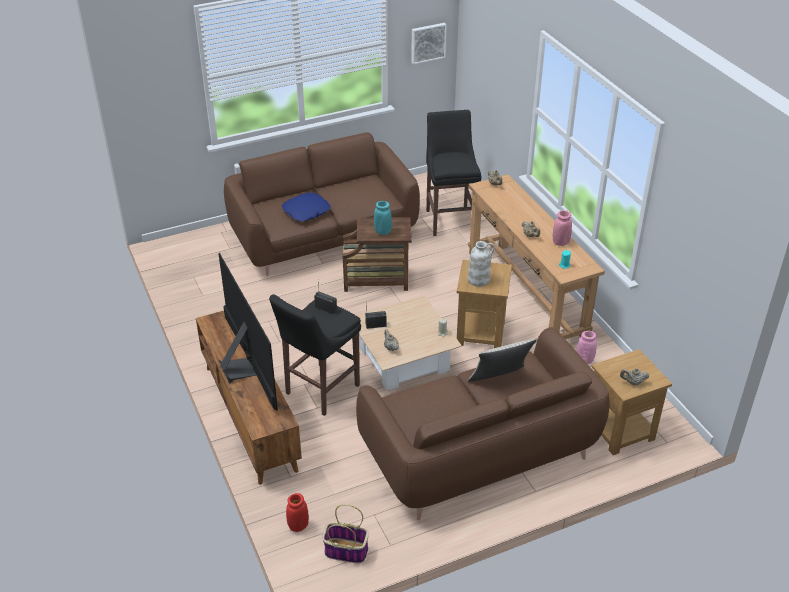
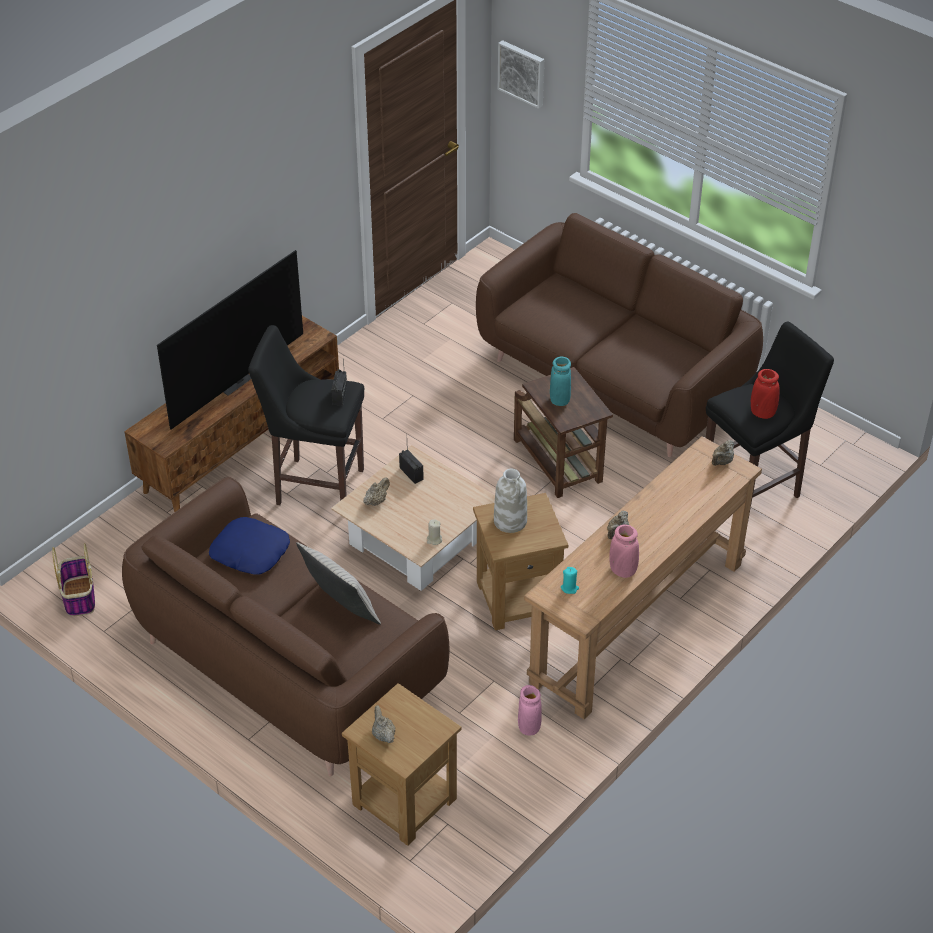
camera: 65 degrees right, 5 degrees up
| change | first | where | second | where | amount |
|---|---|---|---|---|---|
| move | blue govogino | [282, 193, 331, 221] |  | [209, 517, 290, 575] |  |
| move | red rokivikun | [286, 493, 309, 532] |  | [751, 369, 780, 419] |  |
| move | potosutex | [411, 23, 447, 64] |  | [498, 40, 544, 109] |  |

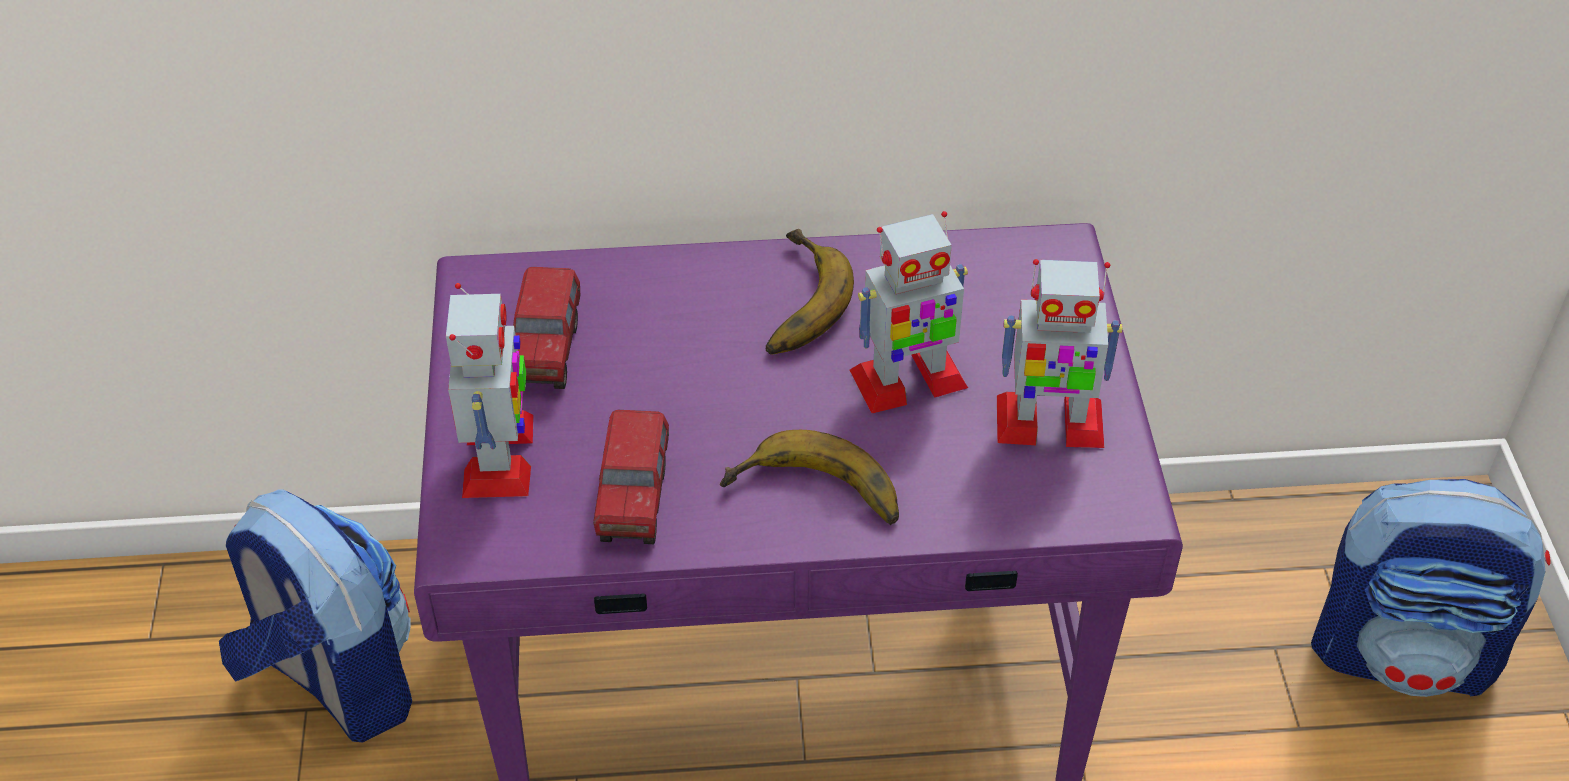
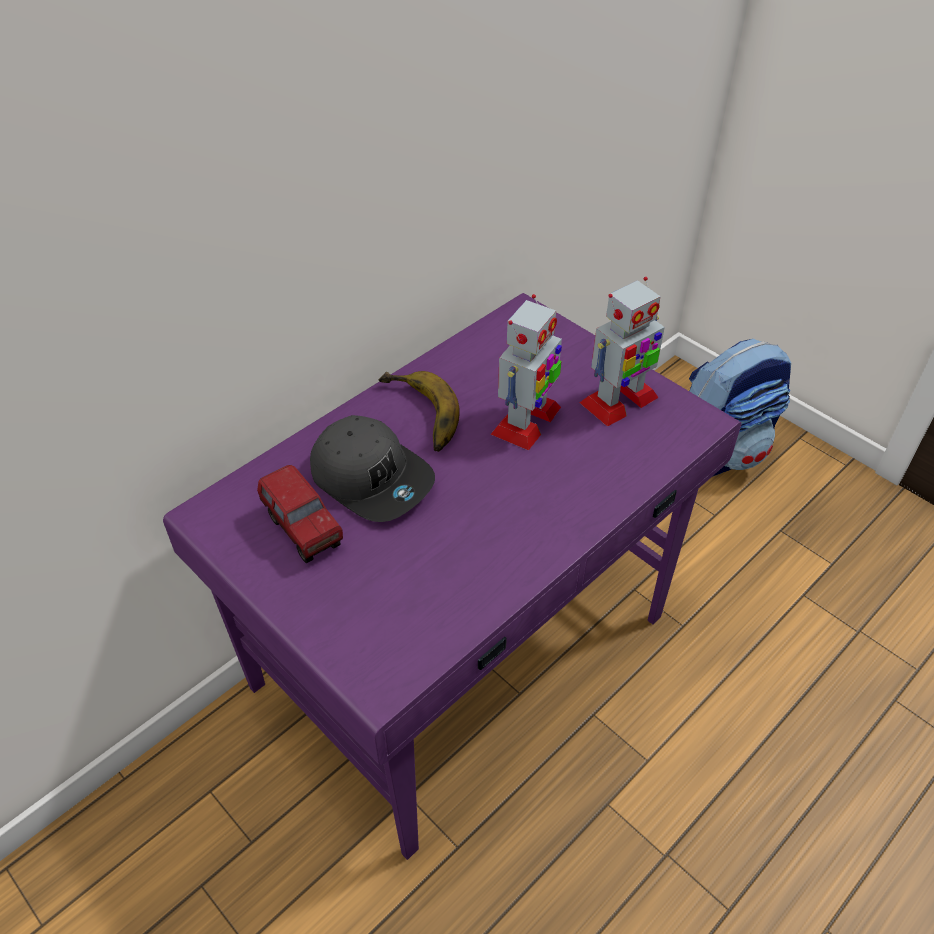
camera: 40 degrees left, 0 degrees up
| change | first | where | second | where | amount |
|---|---|---|---|---|---|
| delete | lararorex | [219, 489, 412, 742] |  |  |  |
| delete | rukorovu | [446, 283, 534, 498] |  |  |  |
| delete | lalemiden | [593, 410, 669, 544] |  |  |  |
| delete | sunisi | [720, 430, 899, 525] |  |  |  |
| insert |  |  | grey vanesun | [310, 415, 435, 522] |  |

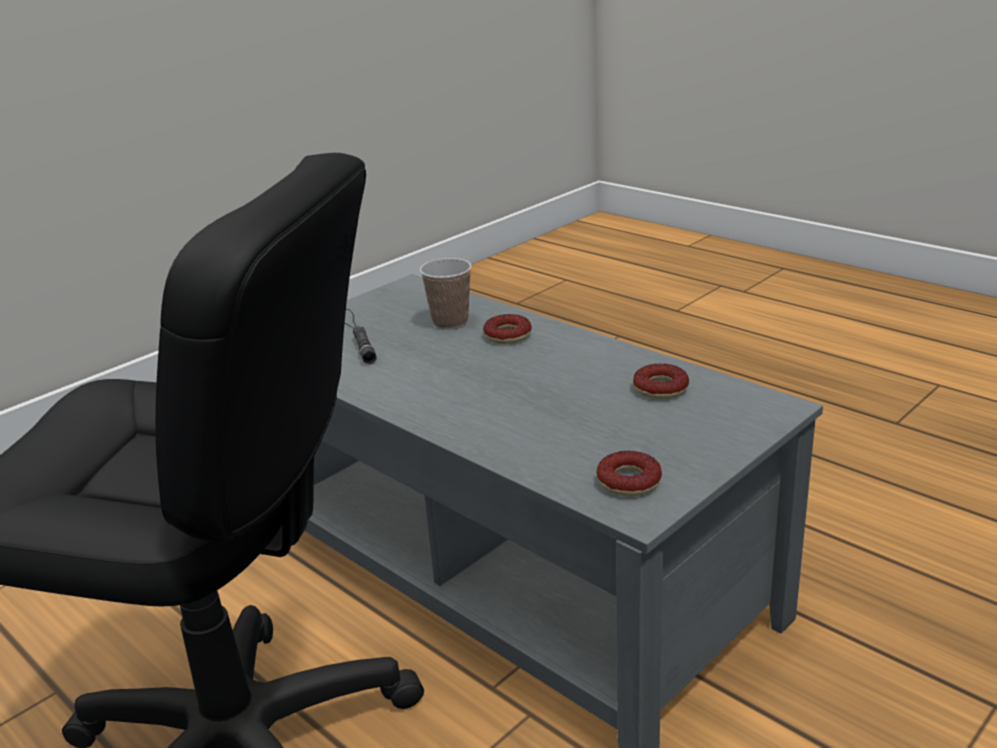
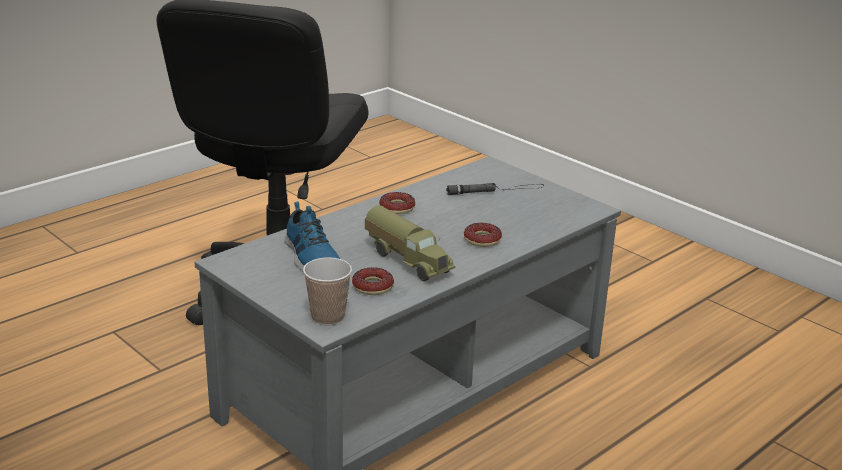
camera: 90 degrees right, 0 degrees up
| change | first | where | second | where | amount |
|---|---|---|---|---|---|
| move | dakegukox | [420, 258, 472, 330] |  | [303, 257, 352, 325] |  |
| move | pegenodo | [596, 451, 662, 496] |  | [379, 192, 415, 214] |  |
| insert |  |  | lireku | [284, 201, 340, 271] |  |
| insert |  |  | lalemiden | [365, 205, 456, 281] |  |

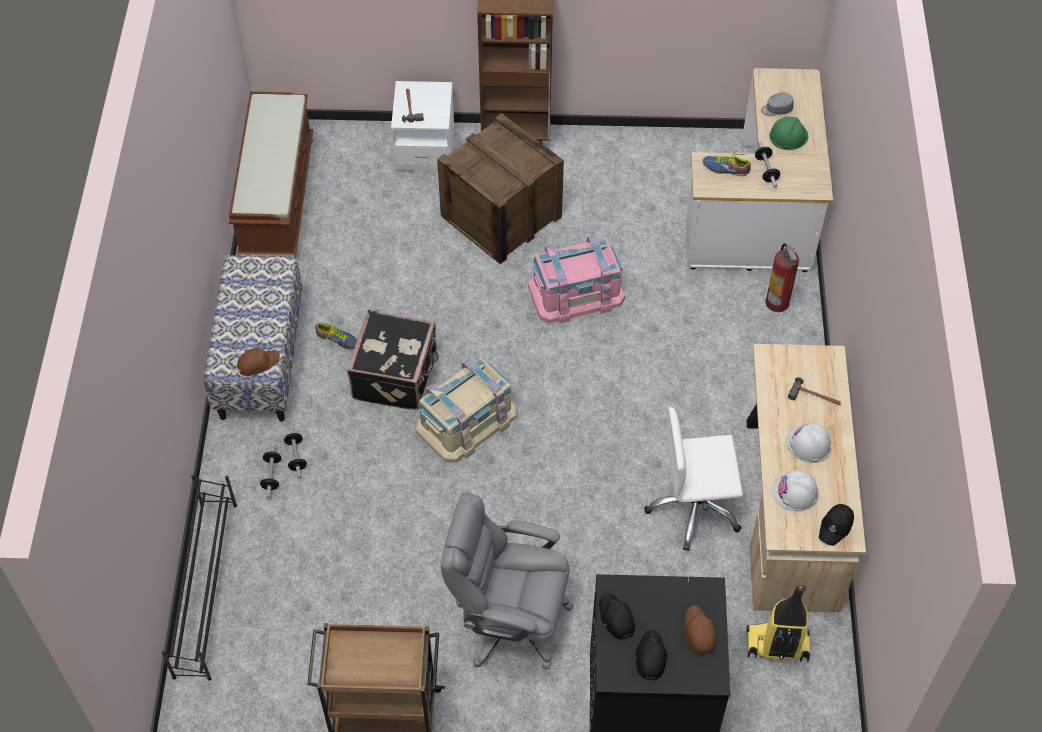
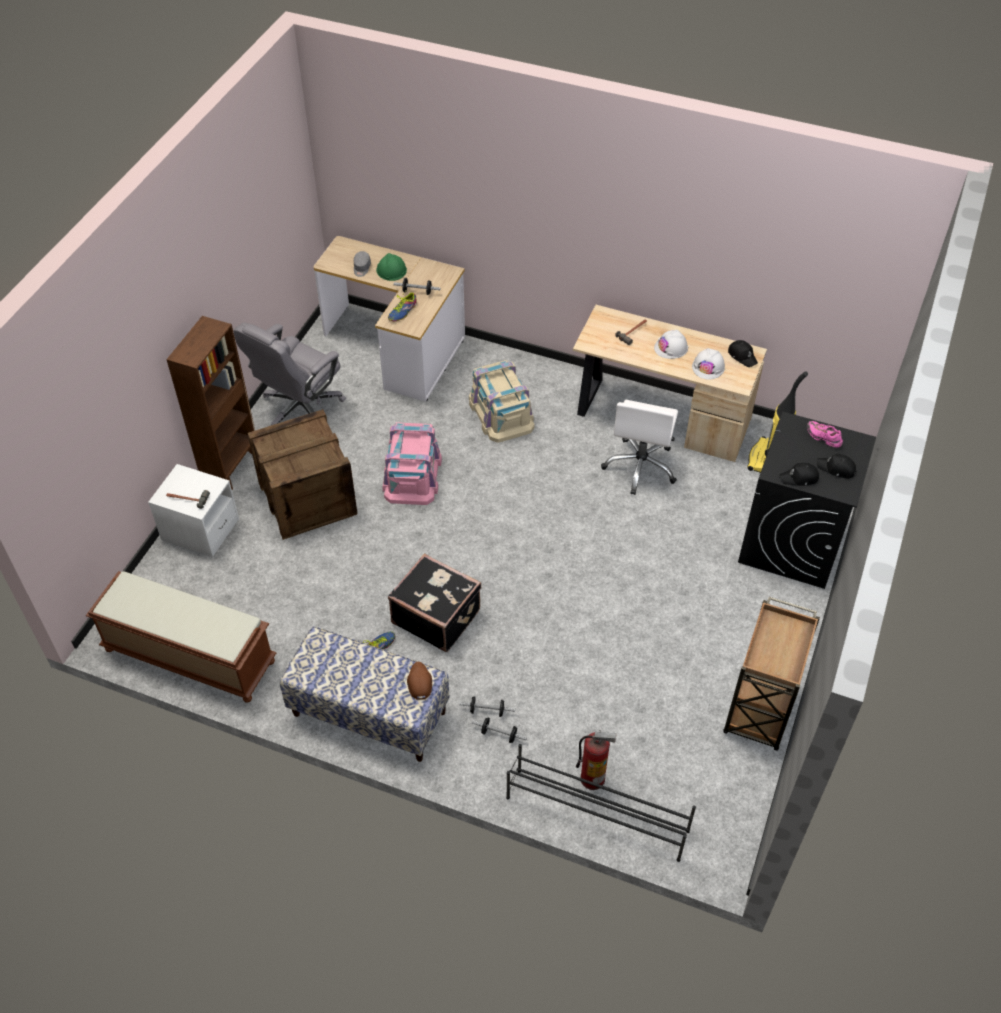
camera: 70 degrees left, 5 degrees down
| change | first | where | second | where | amount |
|---|---|---|---|---|---|
| move | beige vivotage | [416, 357, 516, 463] |  | [469, 360, 535, 443] |  |
| move | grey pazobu | [441, 492, 574, 669] |  | [233, 322, 346, 426] |  |
| replace | brown vanesun | [684, 605, 716, 655] | pink lireku | [807, 421, 843, 448] |  |
| move | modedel | [765, 243, 799, 312] |  | [576, 730, 616, 790] |  |

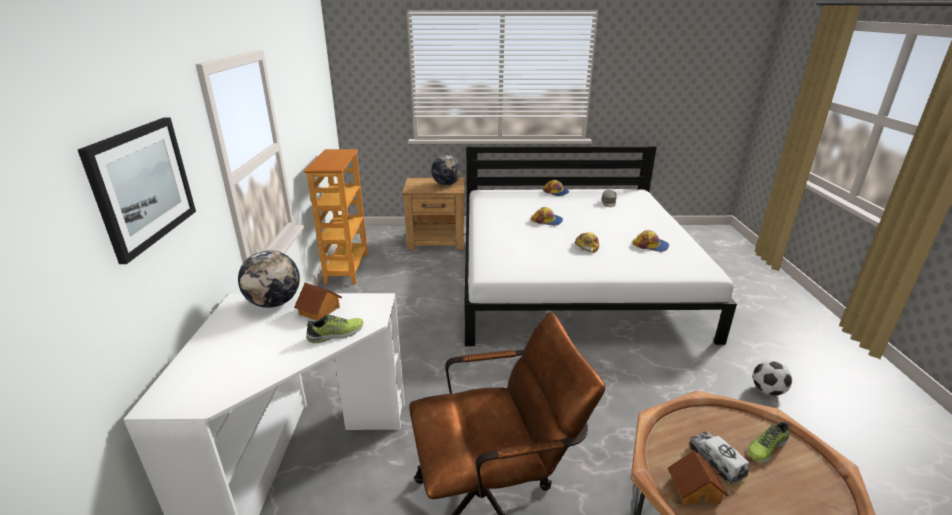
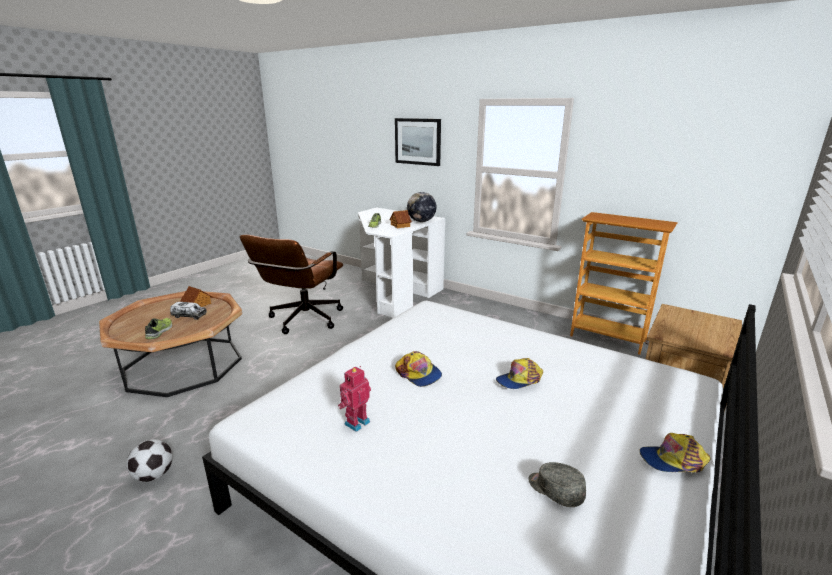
camera: 125 degrees right, 5 degrees down
| change | first | where | second | where | amount |
|---|---|---|---|---|---|
| delete | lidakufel | [431, 155, 461, 186] |  |  |  |
| replace | vanesun | [633, 230, 669, 252] | rukorovu | [338, 366, 371, 432] |  |

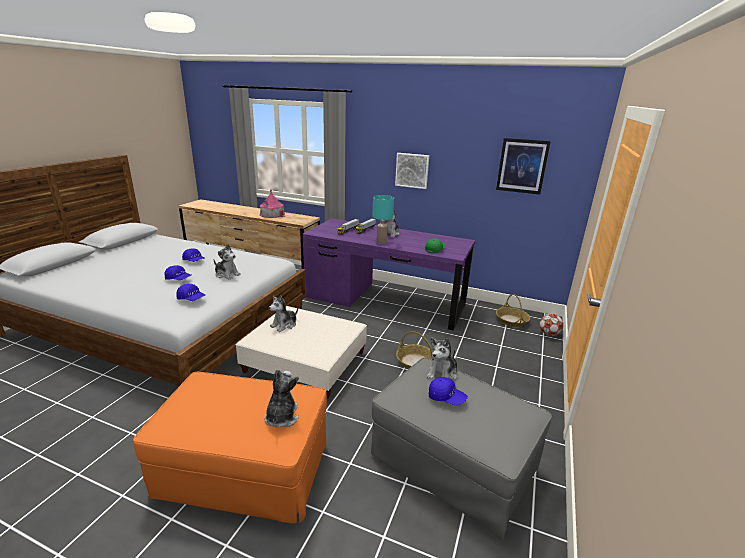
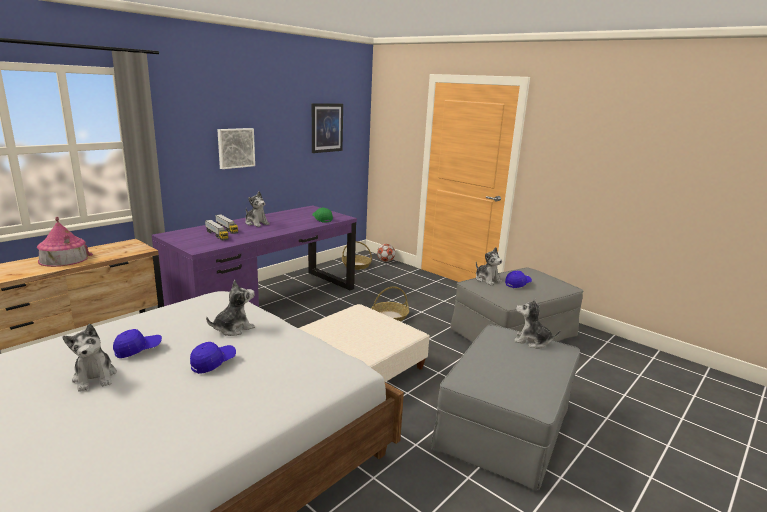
camera: 70 degrees left, 5 degrees down
| change | first | where | second | where | amount |
|---|---|---|---|---|---|
| recolor | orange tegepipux | [133, 372, 327, 524] | grey tegepipux | [431, 325, 580, 491] |  |
| delete | blue vanesun | [176, 284, 205, 301] |  |  |  |
| move | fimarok | [269, 296, 298, 332] |  | [62, 324, 117, 392] |  |
| delete | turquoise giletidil | [372, 195, 394, 244] |  |  |  |

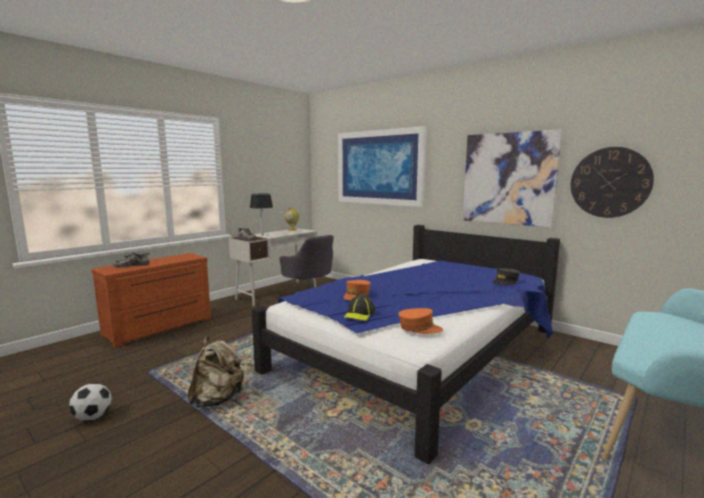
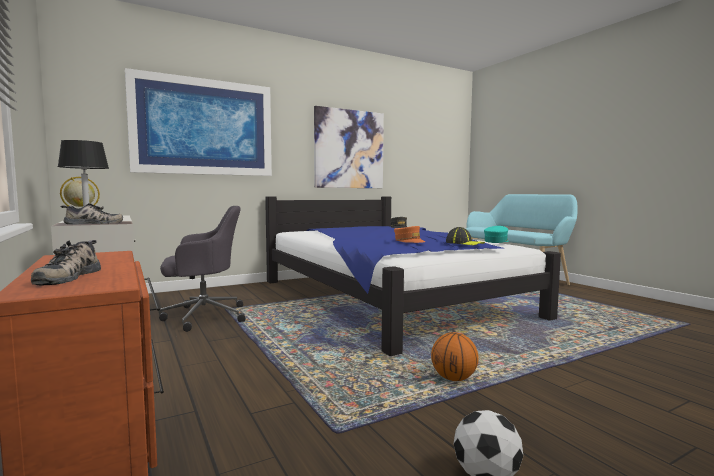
camera: 70 degrees left, 5 degrees down
| change | first | where | second | where | amount |
|---|---|---|---|---|---|
| replace | beige lararorex | [188, 336, 244, 408] | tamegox | [431, 332, 479, 381] |  |
| recolor | orange vanesun | [398, 308, 443, 334] | turquoise vanesun | [484, 226, 509, 243] |  |
| delete | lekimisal | [571, 147, 654, 218] |  |  |  |

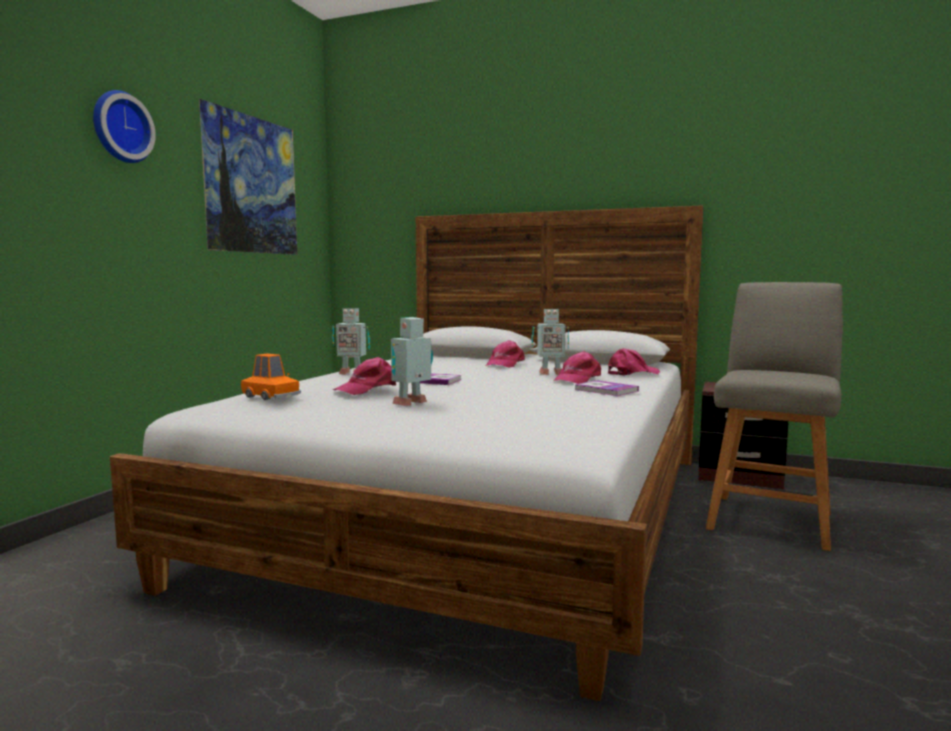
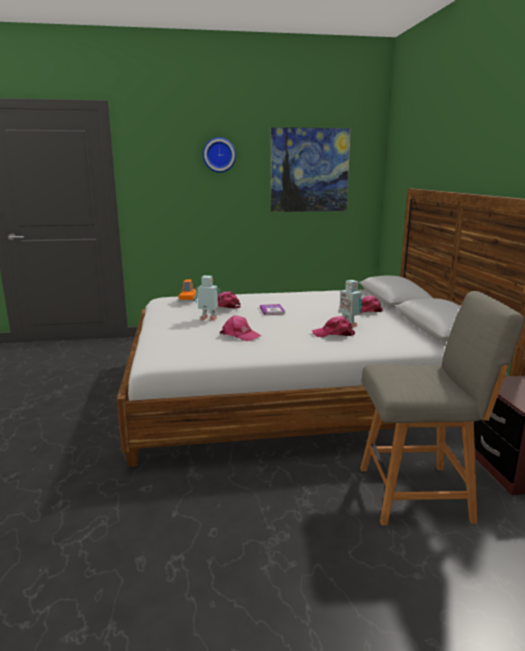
camera: 60 degrees right, 10 degrees up
| change | first | where | second | where | amount |
|---|---|---|---|---|---|
| delete | rukorovu | [332, 308, 370, 374] |  |  |  |
| delete | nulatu | [574, 380, 639, 396] |  |  |  |
| move | pink vanesun | [608, 348, 660, 376] |  | [220, 315, 261, 341] |  |

